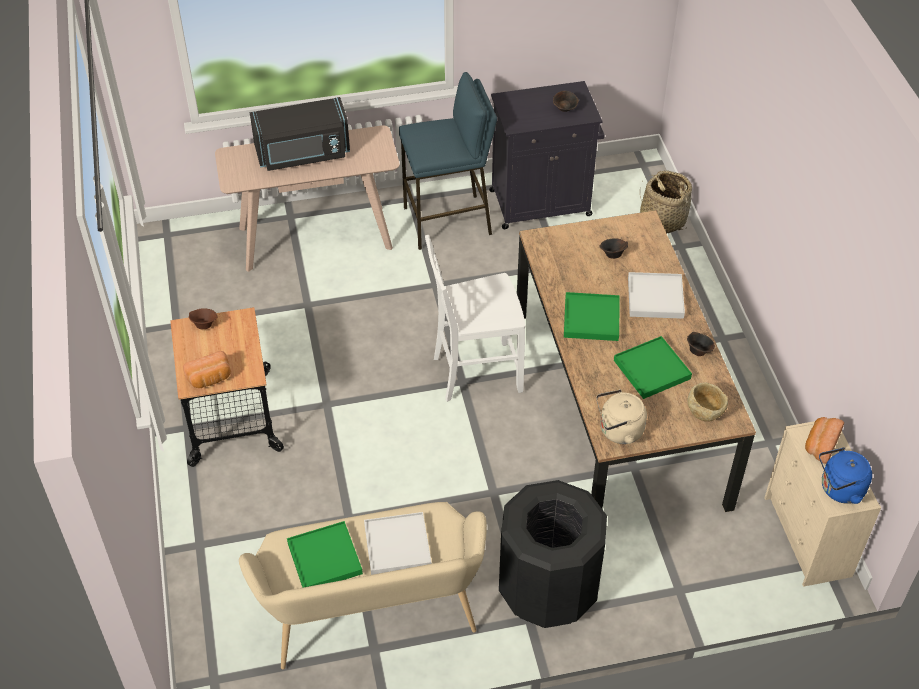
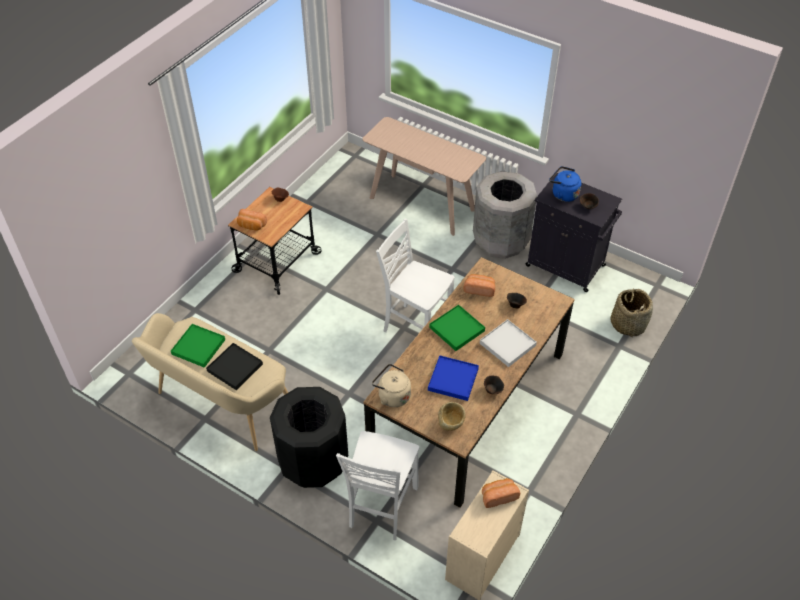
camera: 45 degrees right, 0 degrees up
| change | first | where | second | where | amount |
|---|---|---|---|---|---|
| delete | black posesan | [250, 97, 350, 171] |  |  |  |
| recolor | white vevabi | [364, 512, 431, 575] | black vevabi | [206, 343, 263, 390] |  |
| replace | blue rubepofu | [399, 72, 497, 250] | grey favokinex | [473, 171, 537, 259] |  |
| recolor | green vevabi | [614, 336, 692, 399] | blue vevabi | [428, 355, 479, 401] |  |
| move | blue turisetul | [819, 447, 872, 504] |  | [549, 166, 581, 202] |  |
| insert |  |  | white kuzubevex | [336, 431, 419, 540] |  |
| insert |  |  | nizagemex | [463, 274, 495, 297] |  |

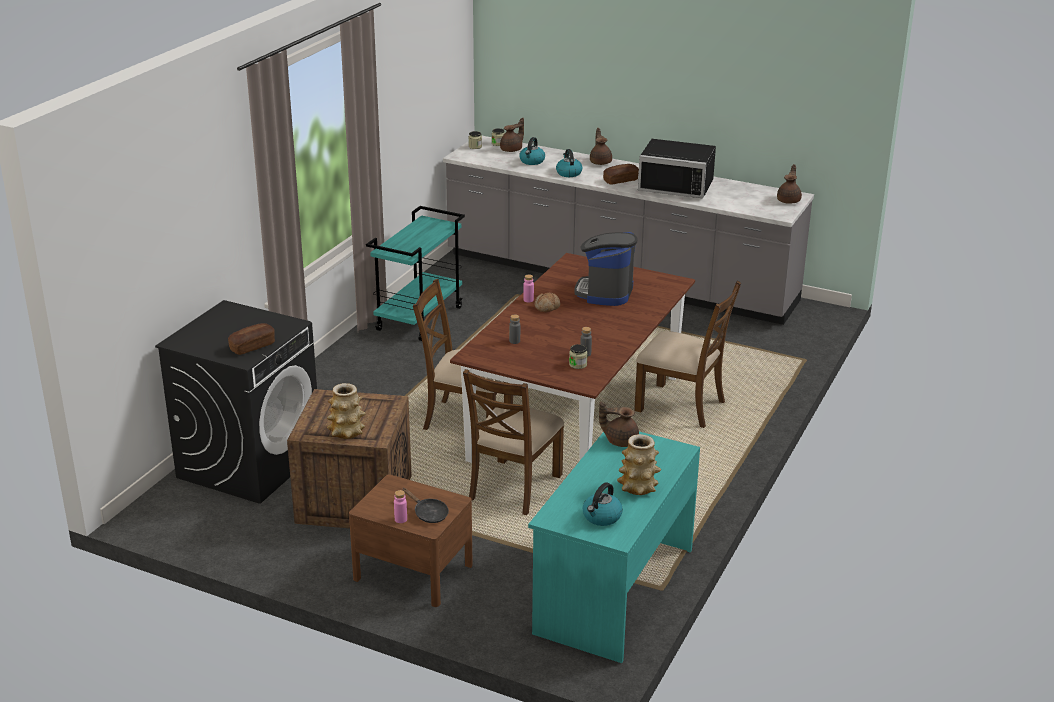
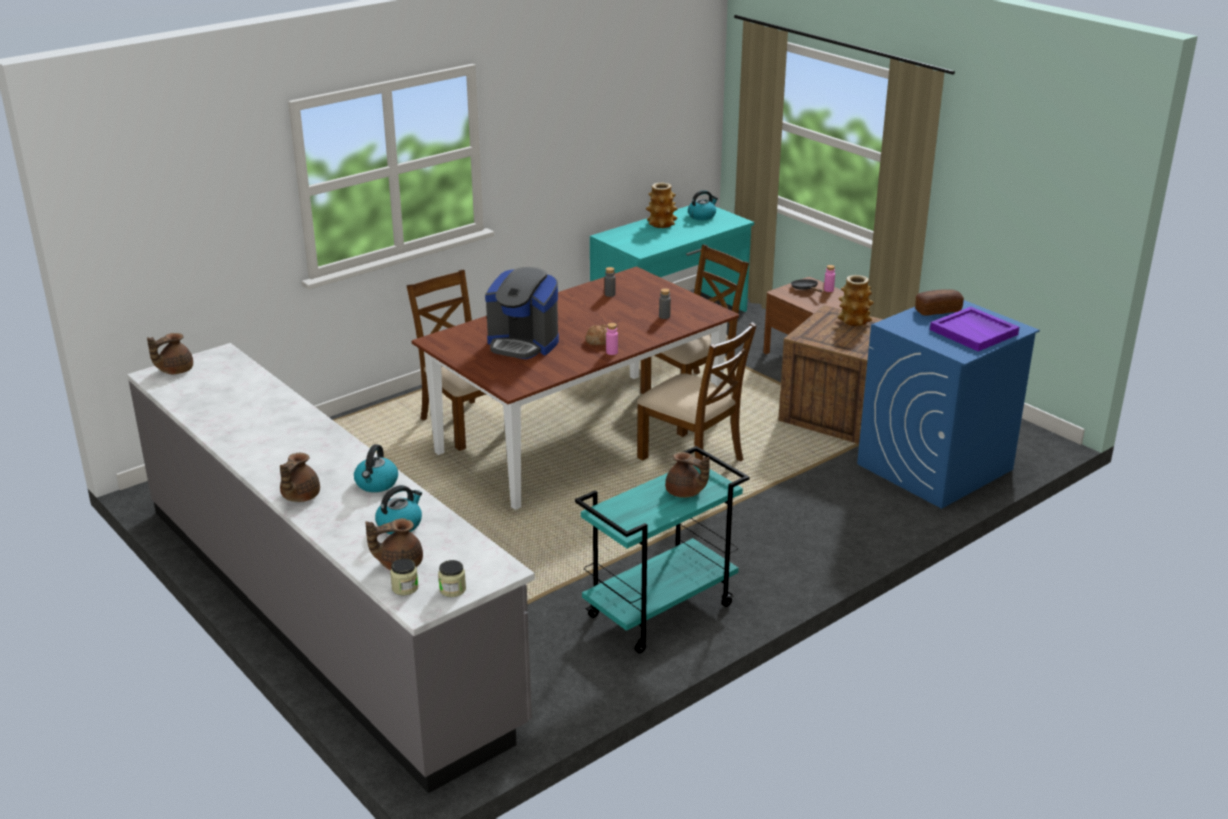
camera: 155 degrees left, 0 degrees up
| change | first | where | second | where | amount |
|---|---|---|---|---|---|
| recolor | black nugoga | [155, 300, 317, 504] | blue nugoga | [857, 300, 1040, 509] |  |
| delete | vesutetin | [569, 344, 588, 369] |  |  |  |
| rotate | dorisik | [574, 232, 637, 306] |  | [485, 267, 559, 359] | 75 degrees clockwise |
| move | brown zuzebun | [599, 401, 639, 447] |  | [665, 452, 710, 498] |  |
| delete | nizagemex | [603, 164, 639, 184] |  |  |  |
| delete | black posesan | [638, 139, 716, 198] |  |  |  |
| insert |  |  | purple vevabi | [930, 307, 1019, 351] |  |

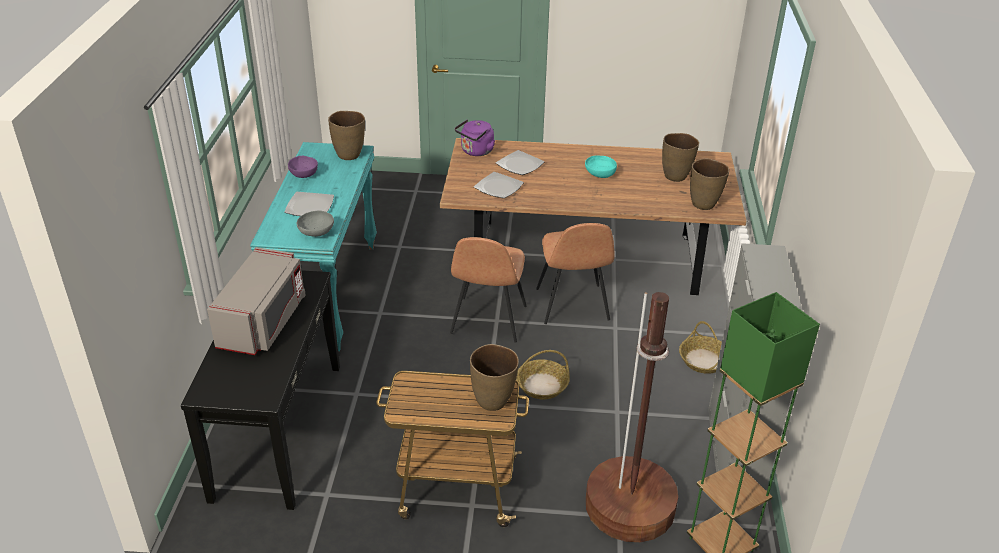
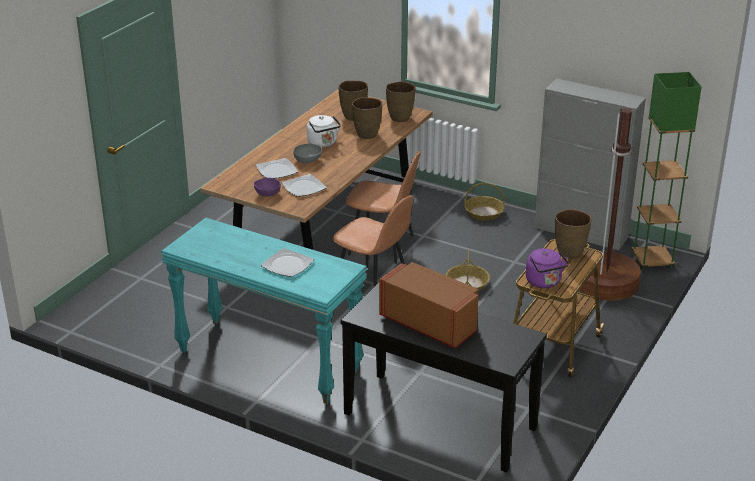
camera: 65 degrees left, 5 degrees down
| change | first | where | second | where | amount |
|---|---|---|---|---|---|
| recolor | grey posesan | [207, 247, 306, 355] | brown posesan | [379, 262, 478, 348] |  |
| move | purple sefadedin | [288, 156, 318, 178] |  | [254, 178, 281, 197] |  |
| move | grey sefadedin | [297, 211, 334, 237] |  | [293, 144, 322, 163] |  |
| move | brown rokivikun | [328, 111, 365, 160] |  | [352, 97, 382, 139] |  |
| move | purple turisetul | [455, 119, 495, 156] |  | [526, 248, 569, 288] |  |
| replace | turquoise sefadedin | [585, 155, 617, 178] | white turisetul | [307, 115, 341, 147] |  |

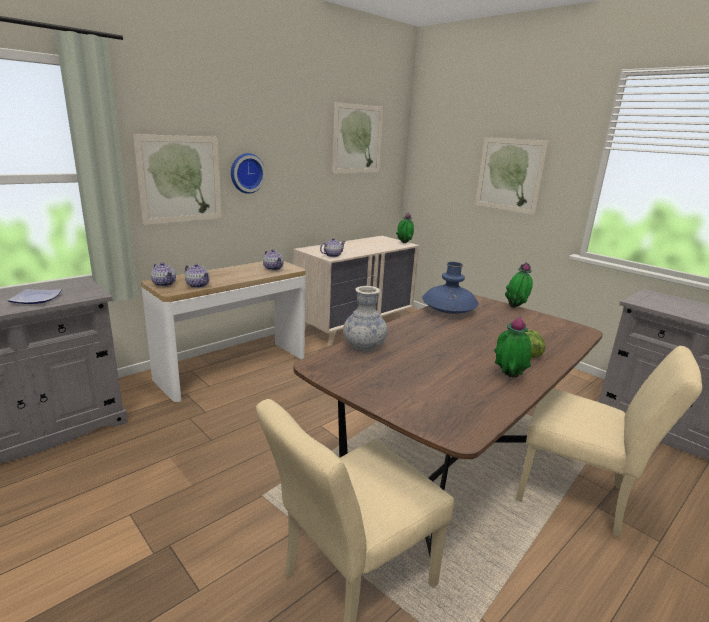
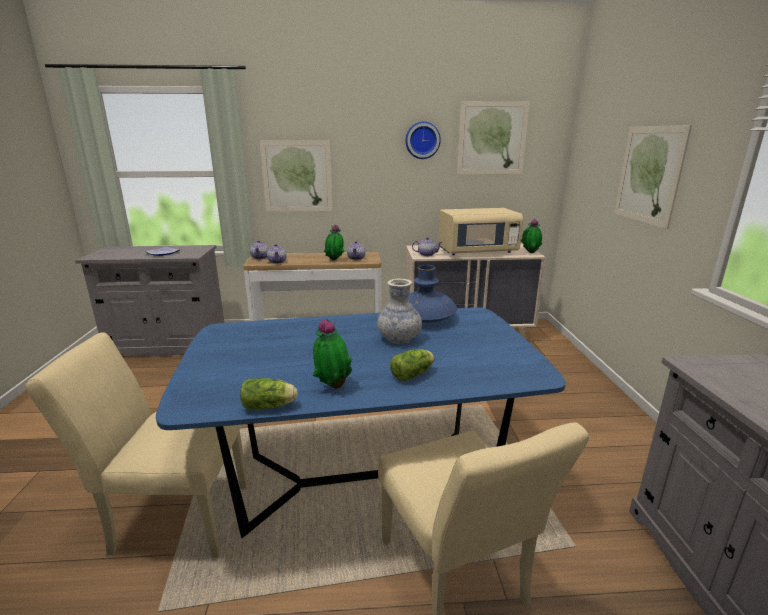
camera: 40 degrees right, 0 degrees up
| change | first | where | second | where | amount |
|---|---|---|---|---|---|
| move | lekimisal | [231, 153, 266, 194] |  | [405, 121, 441, 159] |  |
| recolor | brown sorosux | [293, 295, 603, 556] | blue sorosux | [156, 307, 566, 538] |  |
| move | rokivikun | [343, 286, 388, 351] |  | [377, 279, 422, 344] |  |
| move | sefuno | [505, 262, 533, 308] |  | [324, 225, 345, 260] |  |
| insert |  |  | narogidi | [240, 378, 298, 410] |  |
| insert |  |  | beige posesan | [439, 208, 523, 255] |  |

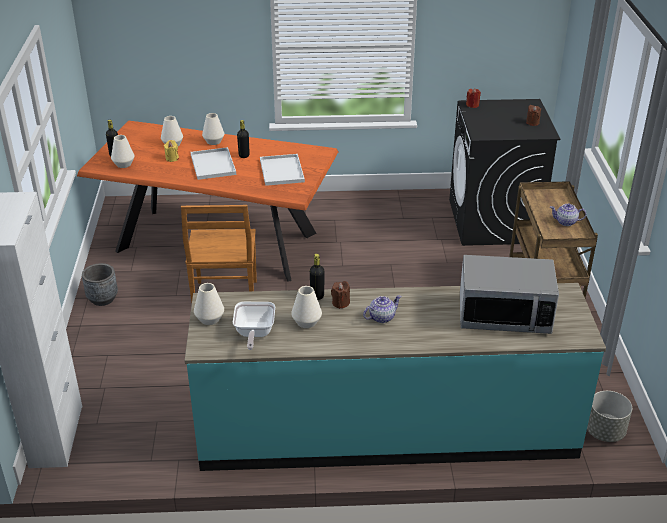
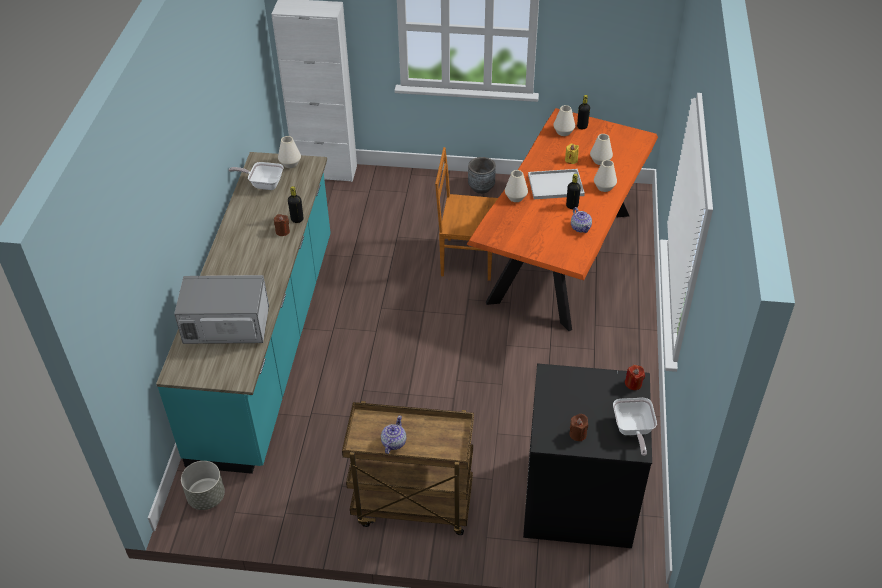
camera: 100 degrees right, 10 degrees up
| change | first | where | second | where | amount |
|---|---|---|---|---|---|
| delete | white vevabi | [260, 154, 305, 186] |  |  |  |
| move | white rokivikun | [291, 286, 322, 328] |  | [505, 170, 528, 202] |  |
| move | zuzebun | [363, 295, 401, 323] |  | [571, 207, 592, 233] |  |
| rotate | posesan | [460, 255, 559, 334] |  | [174, 275, 269, 344] | 75 degrees clockwise |
| insert |  |  | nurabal | [613, 398, 657, 456] |  |

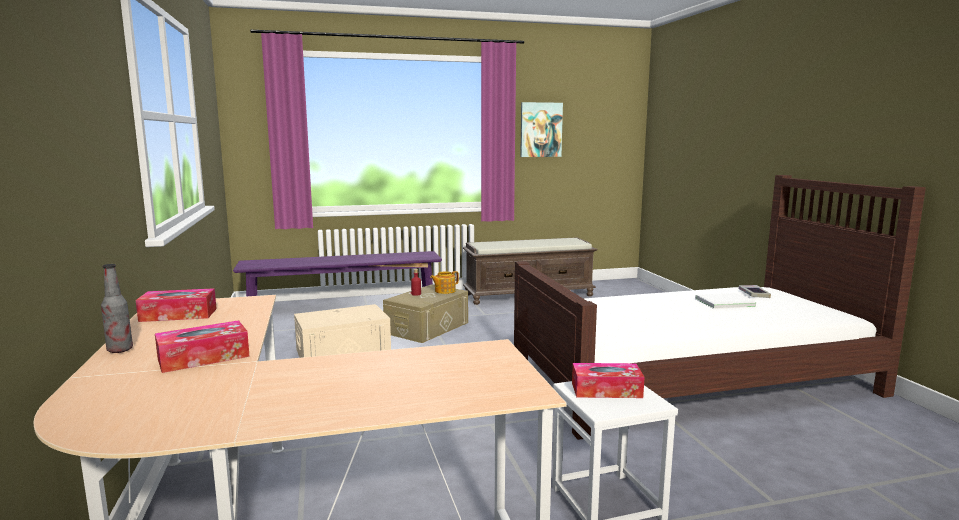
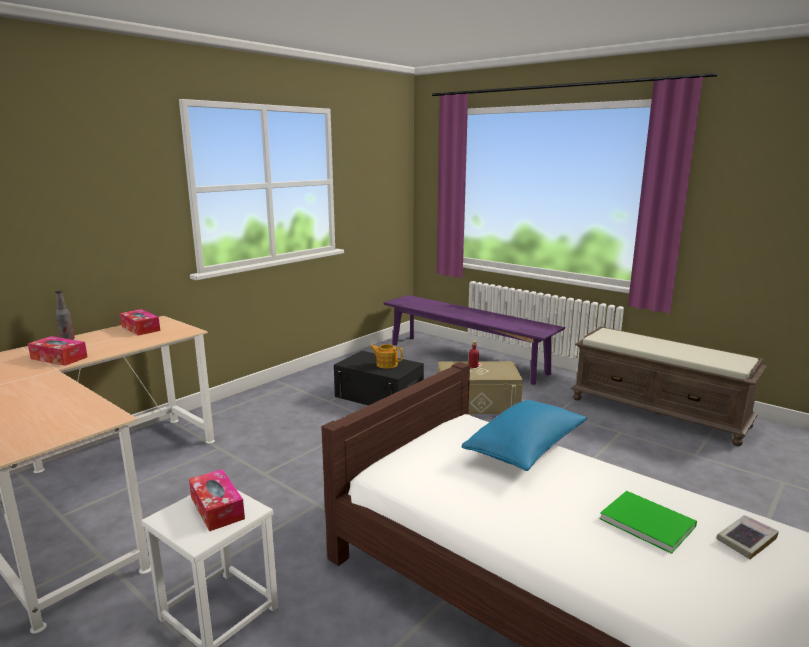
camera: 55 degrees right, 5 degrees up
| change | first | where | second | where | amount |
|---|---|---|---|---|---|
| recolor | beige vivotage | [294, 304, 391, 358] | black vivotage | [334, 351, 424, 406] |  |
| move | zuzebun | [430, 271, 459, 294] |  | [370, 344, 403, 369] |  |
| delete | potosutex | [520, 102, 563, 157] |  |  |  |
| recolor | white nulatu | [695, 293, 757, 309] | green nulatu | [600, 491, 697, 554] |  |
| insert |  |  | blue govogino | [462, 400, 587, 471] |  |

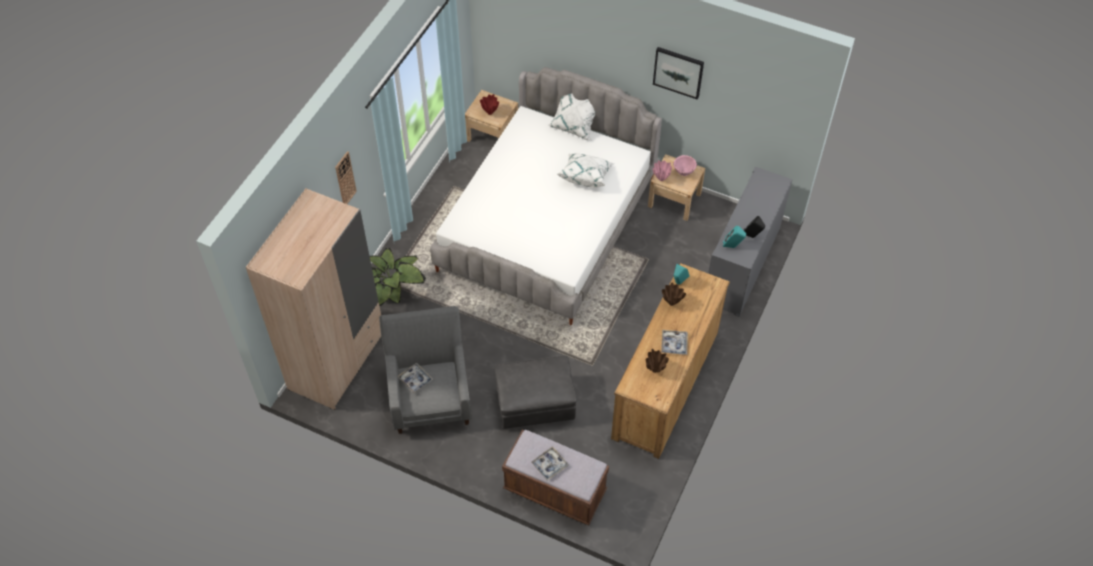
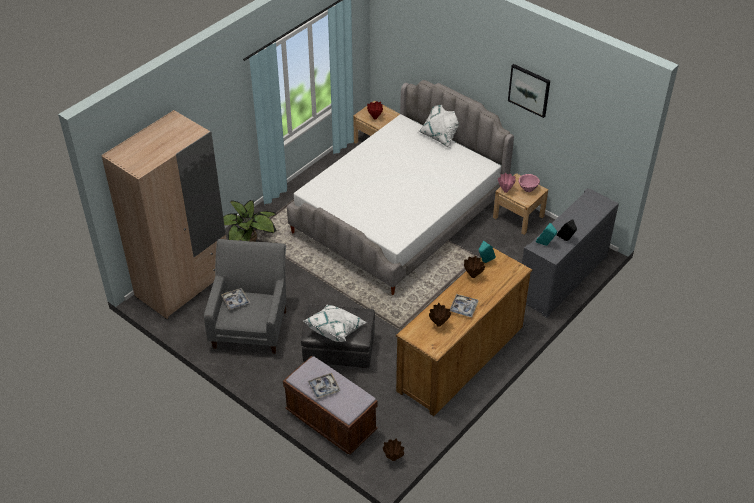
camera: 15 degrees right, 10 degrees down
| change | first | where | second | where | amount |
|---|---|---|---|---|---|
| delete | lekimisal | [335, 151, 357, 204] |  |  |  |
| move | white govogino | [557, 154, 614, 188] |  | [302, 304, 367, 342] |  |
| insert |  |  | brown rokivikun | [383, 438, 404, 461] |  |

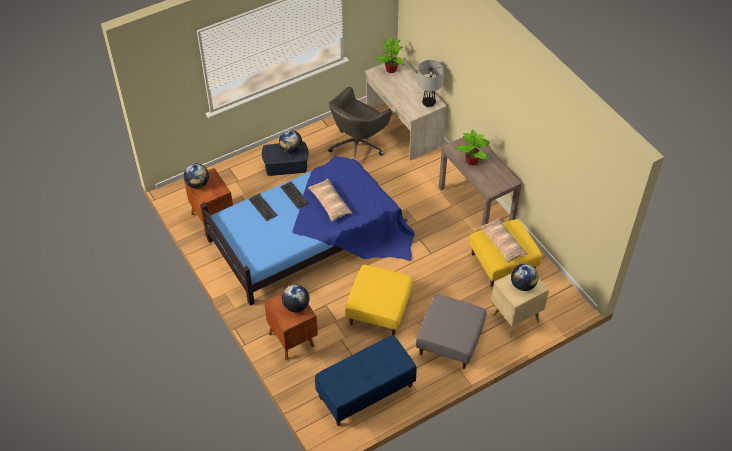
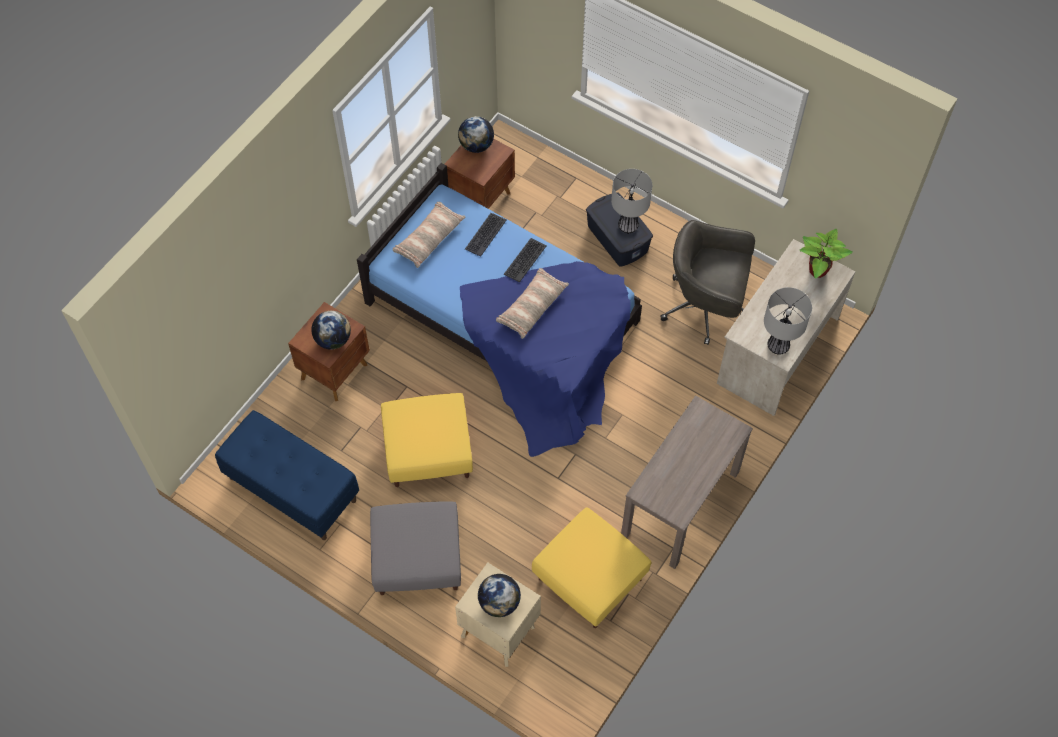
camera: 65 degrees right, 10 degrees up
| change | first | where | second | where | amount |
|---|---|---|---|---|---|
| replace | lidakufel | [279, 130, 302, 154] | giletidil | [611, 169, 652, 234] |  |
| delete | sefuno | [455, 130, 490, 165] |  |  |  |
| move | govogino | [480, 218, 528, 263] |  | [393, 202, 465, 268] |  |

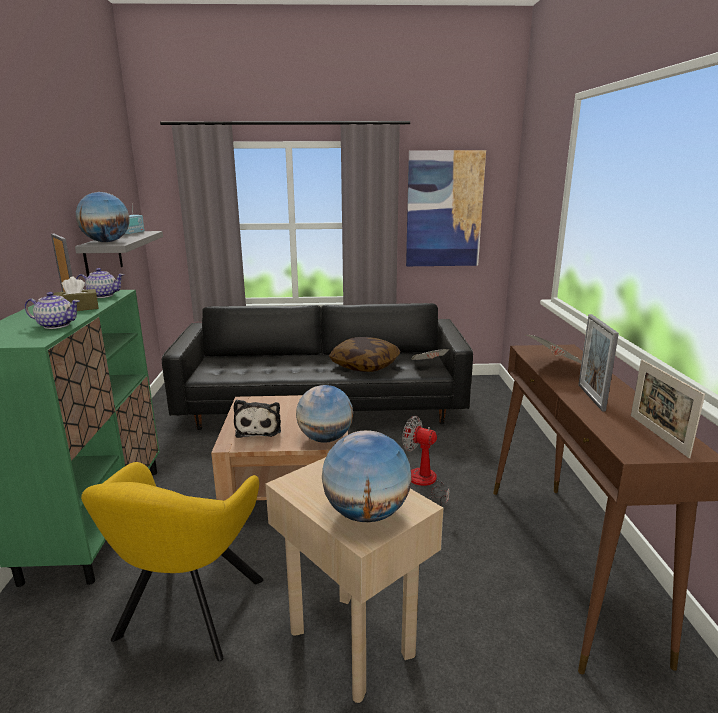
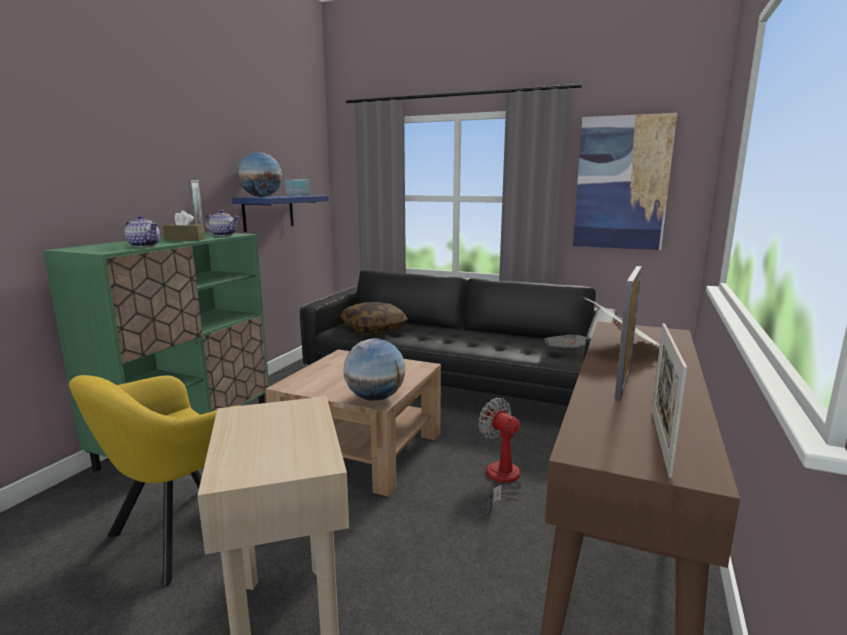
camera: 25 degrees right, 5 degrees down
| change | first | where | second | where | amount |
|---|---|---|---|---|---|
| recolor | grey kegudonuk | [75, 231, 163, 277] | blue kegudonuk | [232, 195, 329, 232] |  |
| delete | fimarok | [234, 400, 281, 438] |  |  |  |
| delete | lidakufel | [322, 430, 411, 522] |  |  |  |
| move | govogino | [329, 337, 401, 372] |  | [341, 302, 408, 334] |  |

